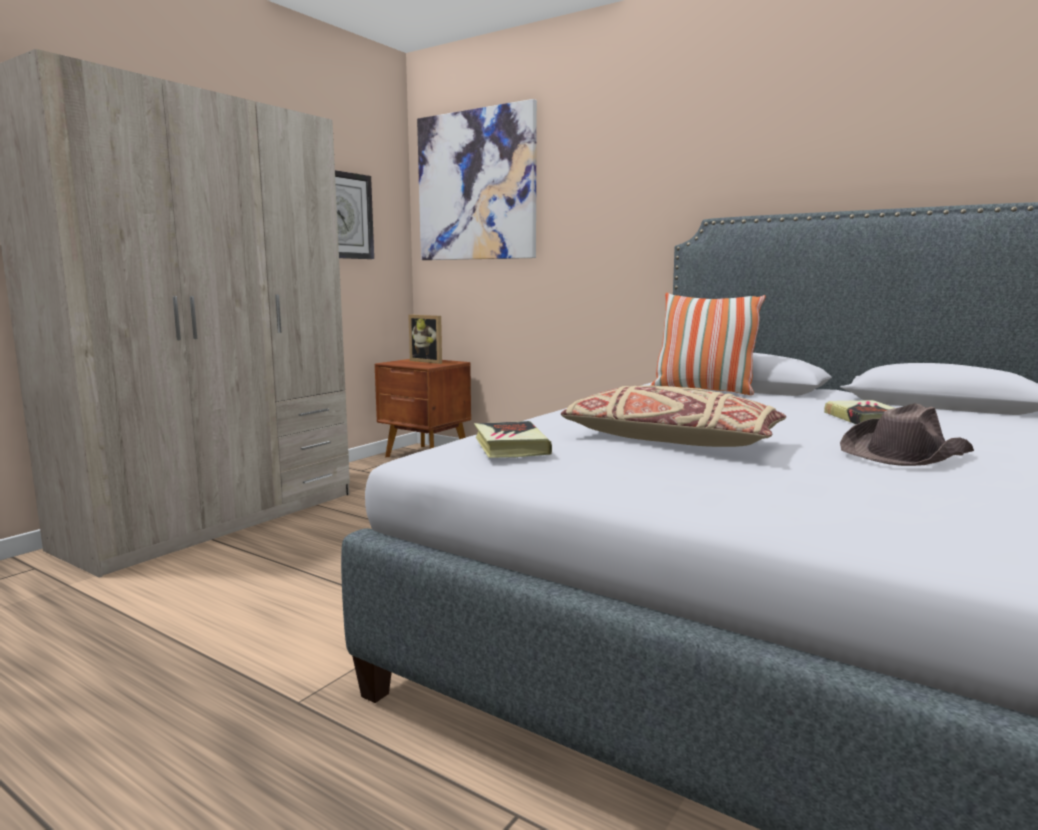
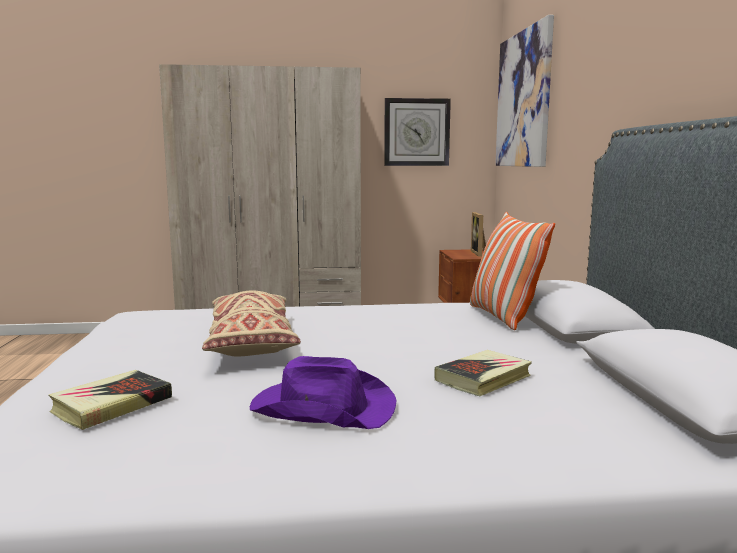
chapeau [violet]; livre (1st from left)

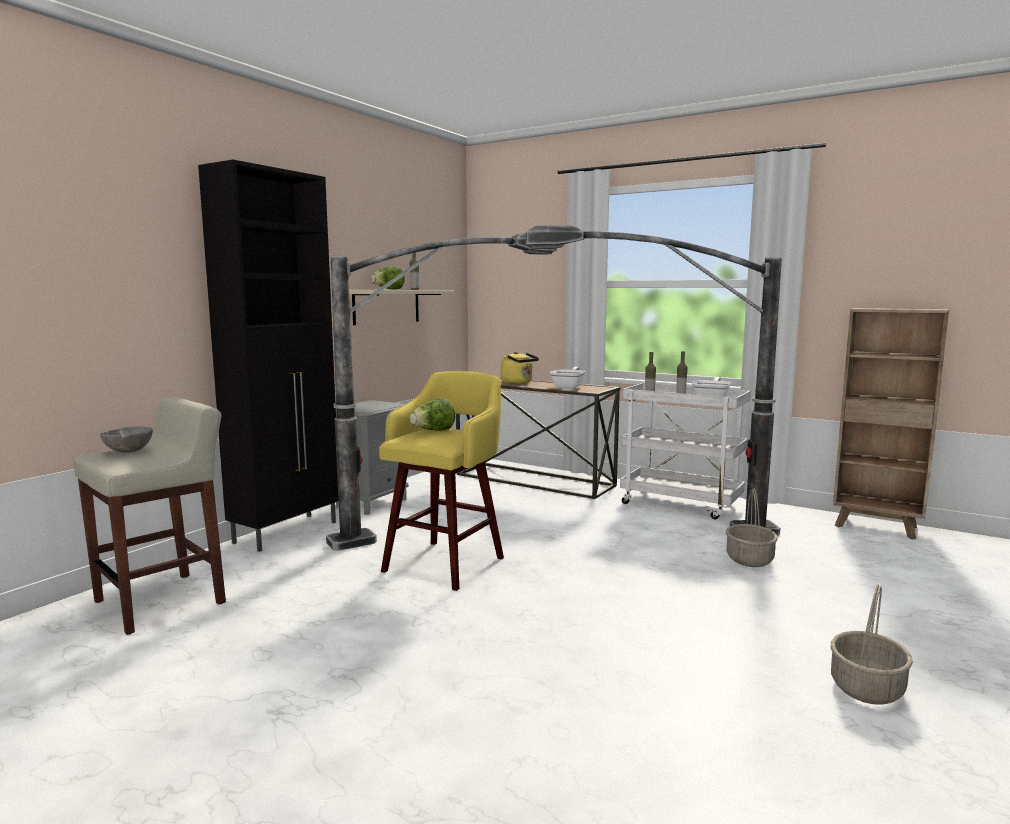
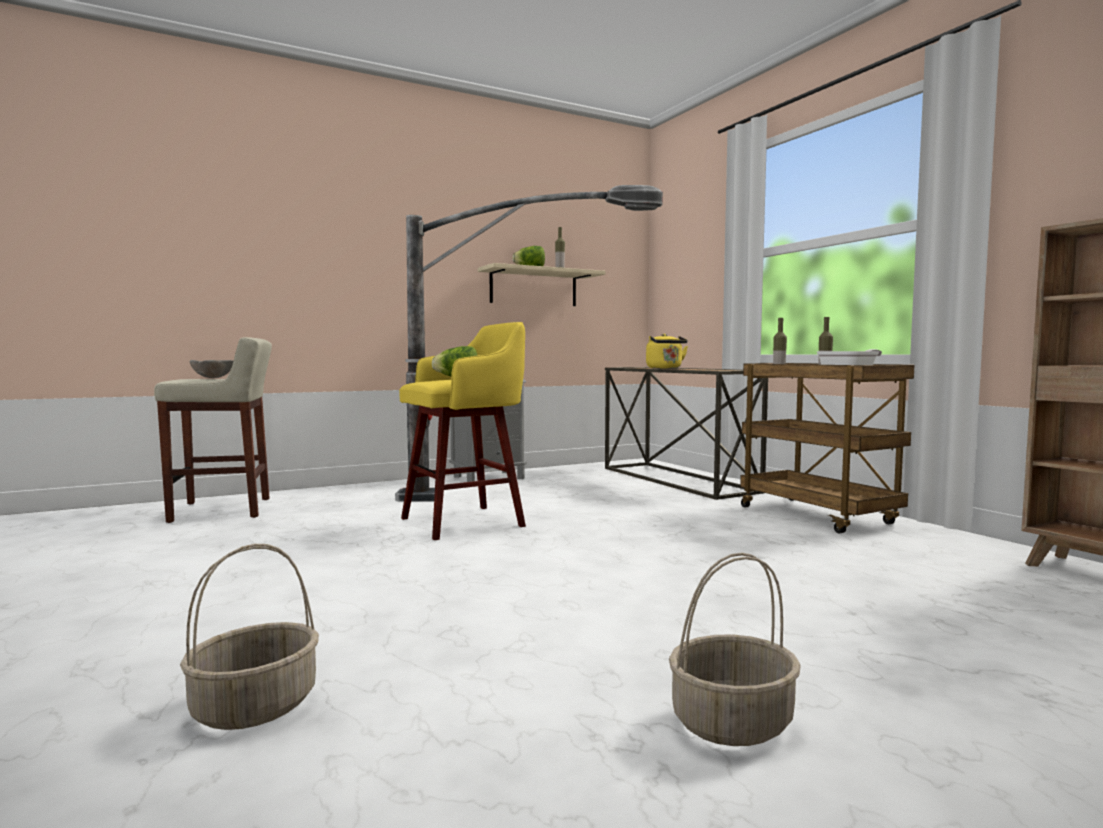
meuble de rangement [noir]; lampadaire (2nd from left in the first image); poêle (1st from left in the first image); chariot [marron]; panier (1st from left)

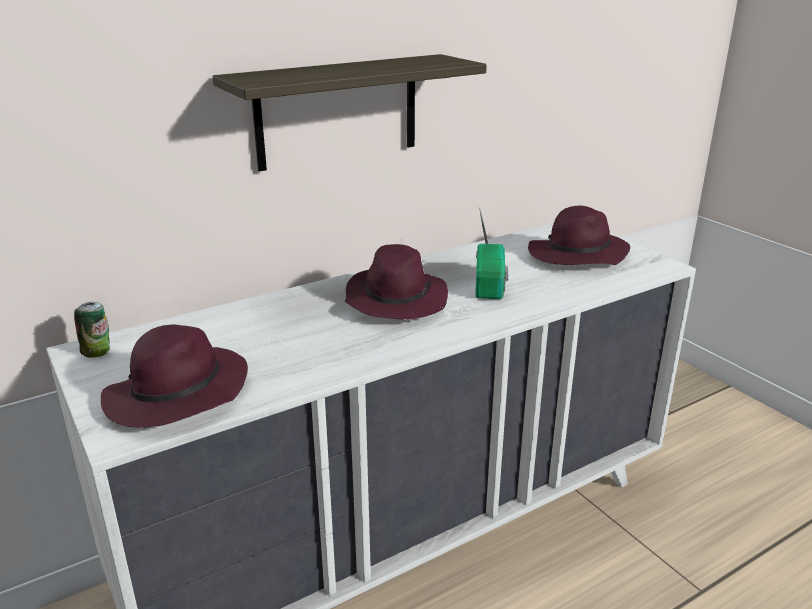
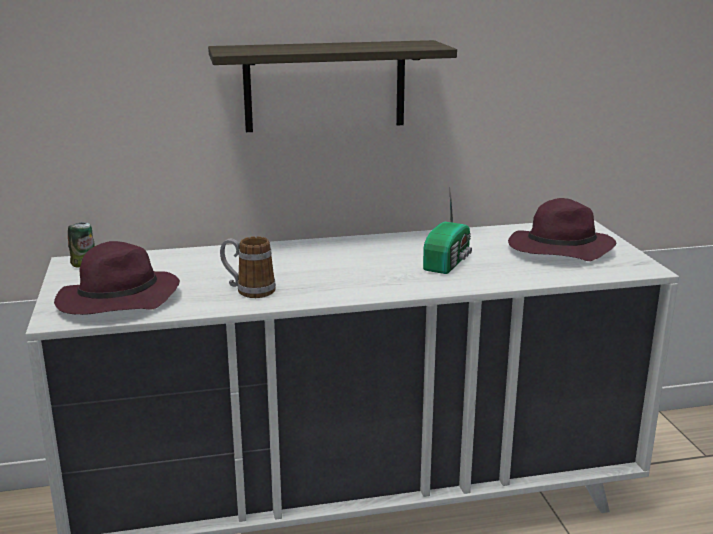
chapeau [violet] (2nd from left in the first image); mug

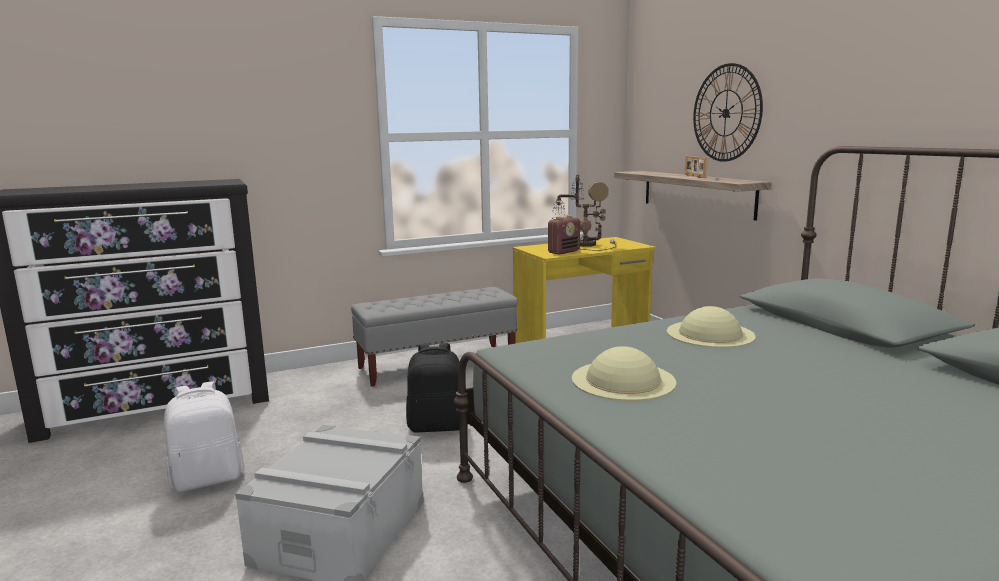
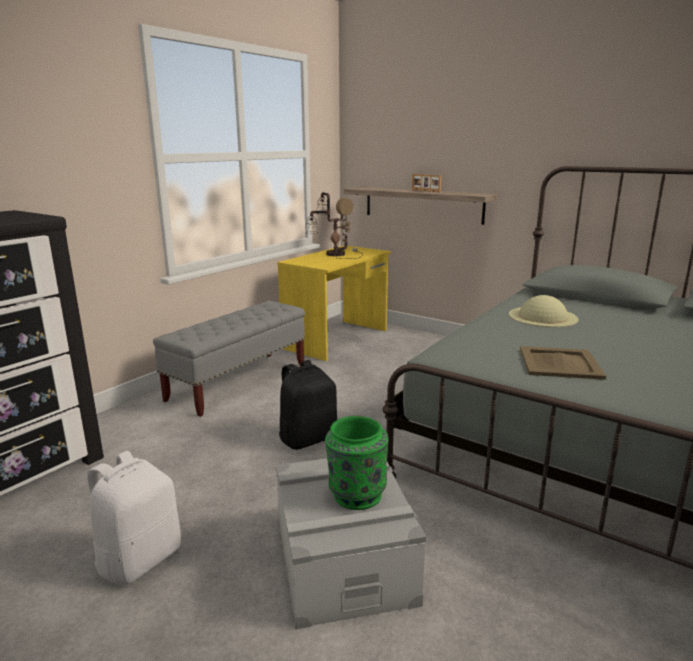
horloge murale; radio; plateau [beige]; vase [vert]

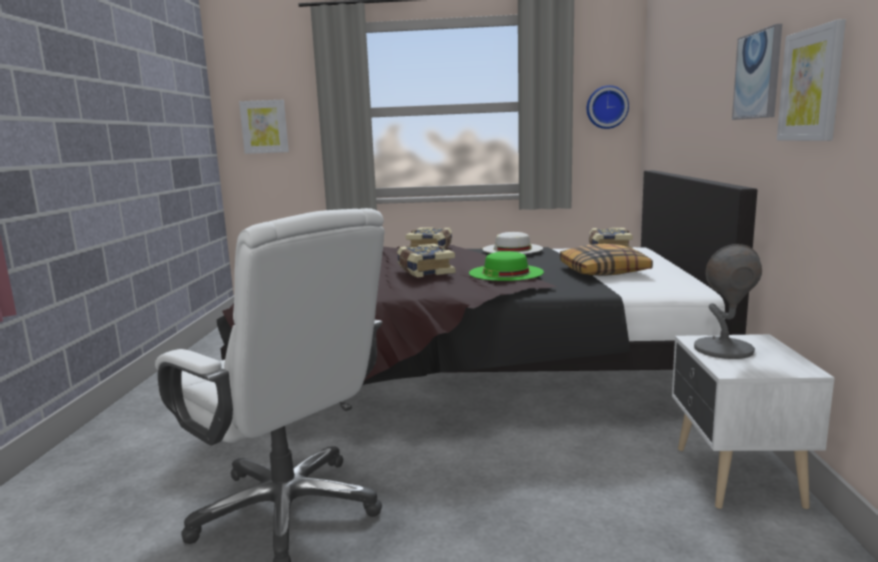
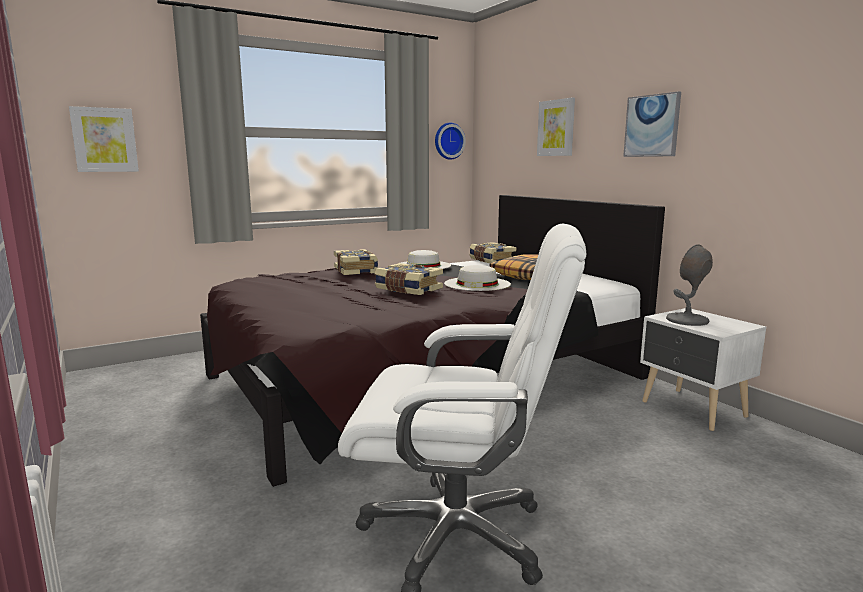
tableau (2nd from left); chapeau [blanc] (2nd from left)

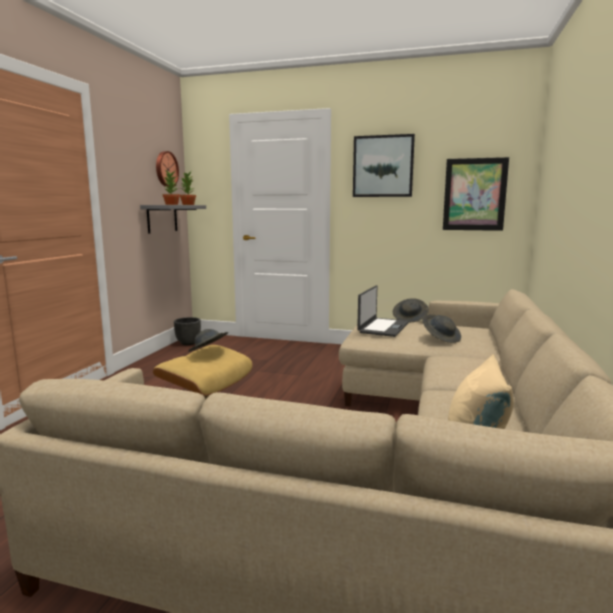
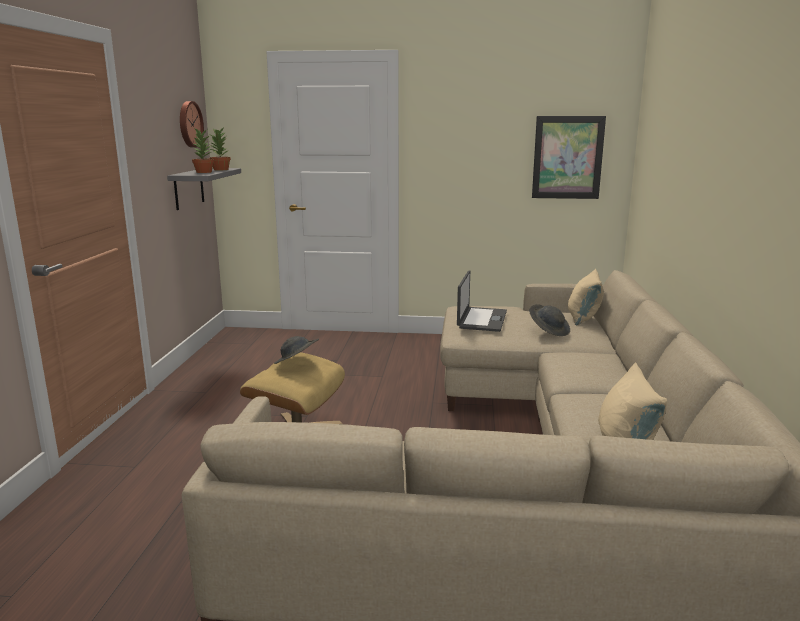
tableau (1st from left in the first image); chapeau [gris] (2nd from left in the first image); cache-pot [noir]; coussin [beige] (1st from left)

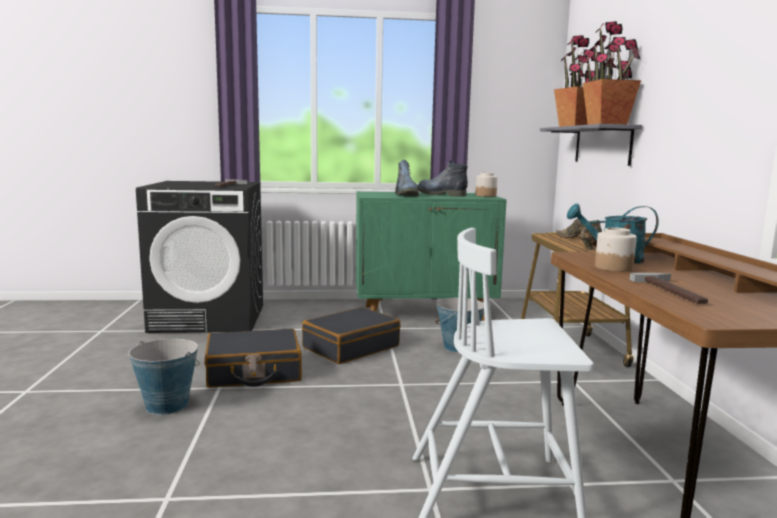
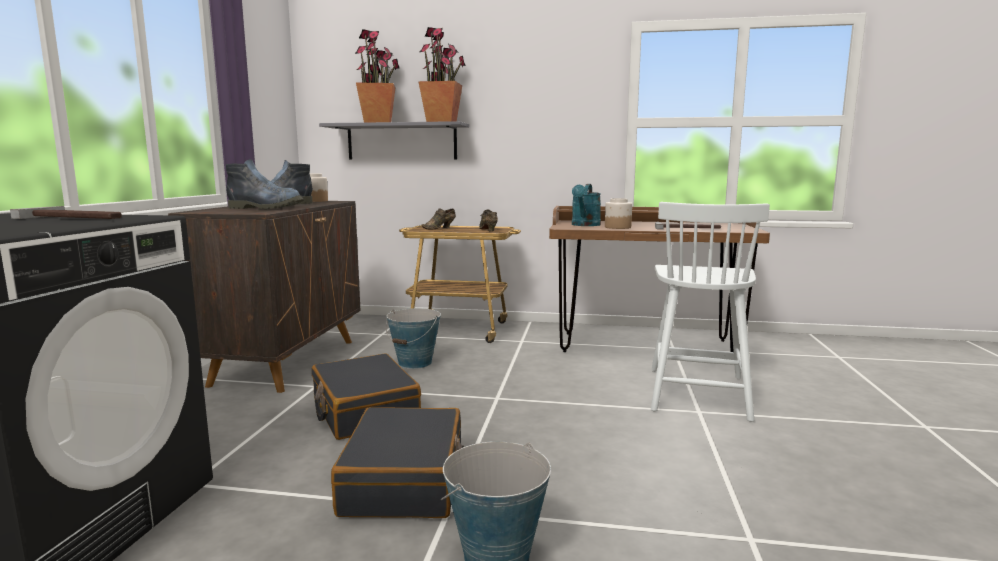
meuble de rangement [marron]

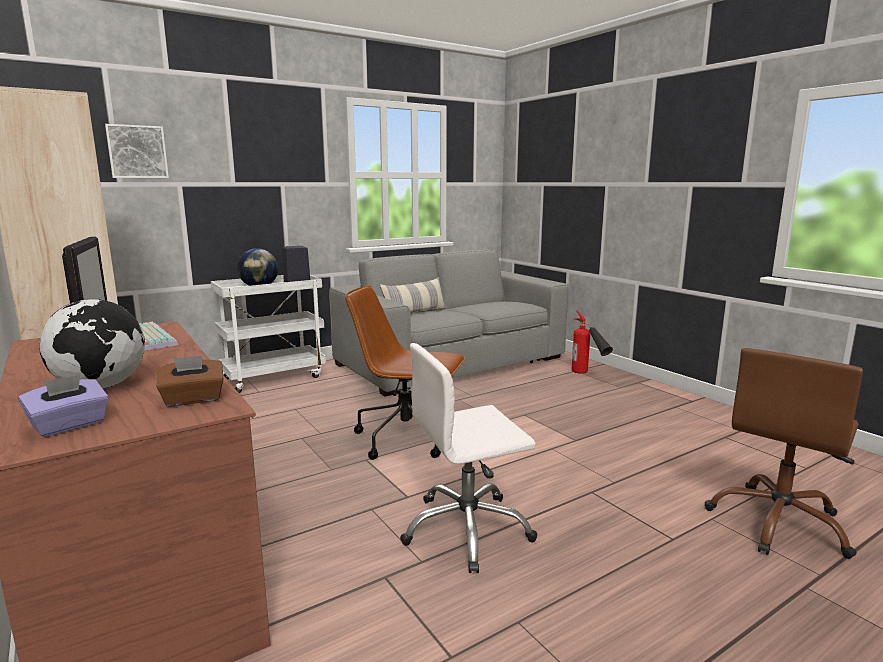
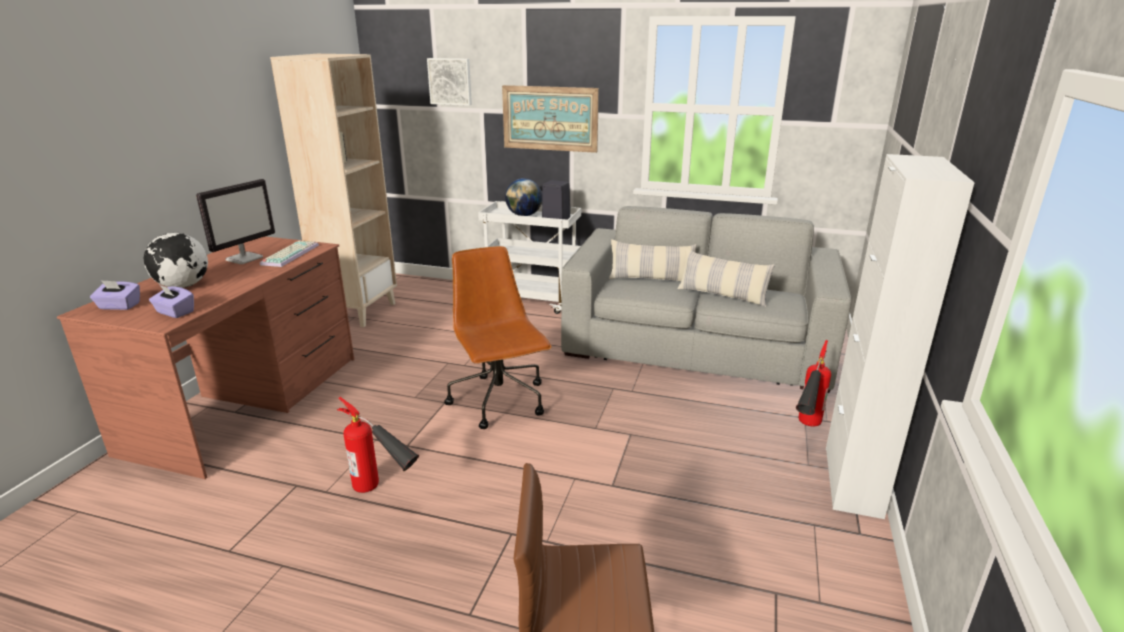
extincteur (1st from left); boîte à mouchoirs [violet] (2nd from left); tableau (2nd from left); meuble de rangement [blanc]; coussin (2nd from left)

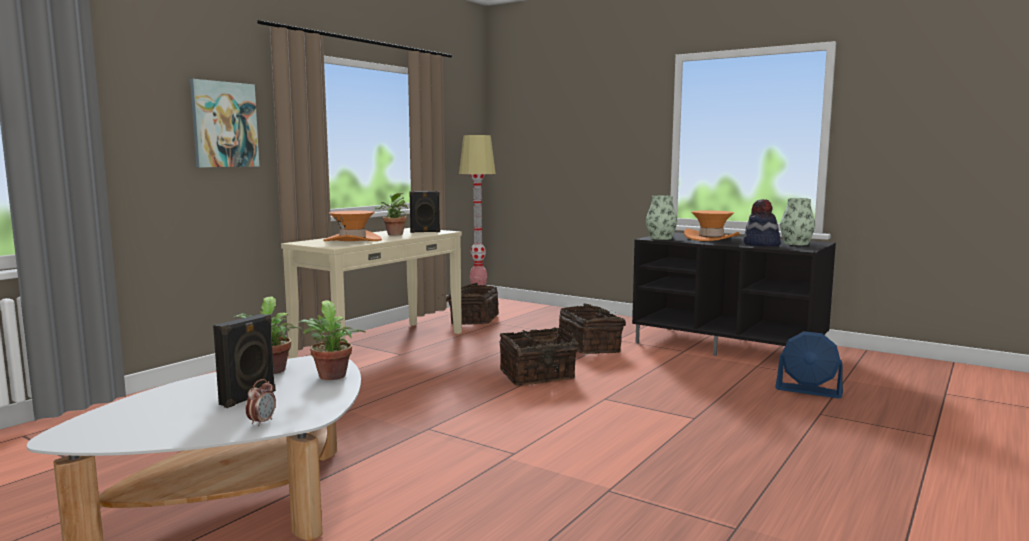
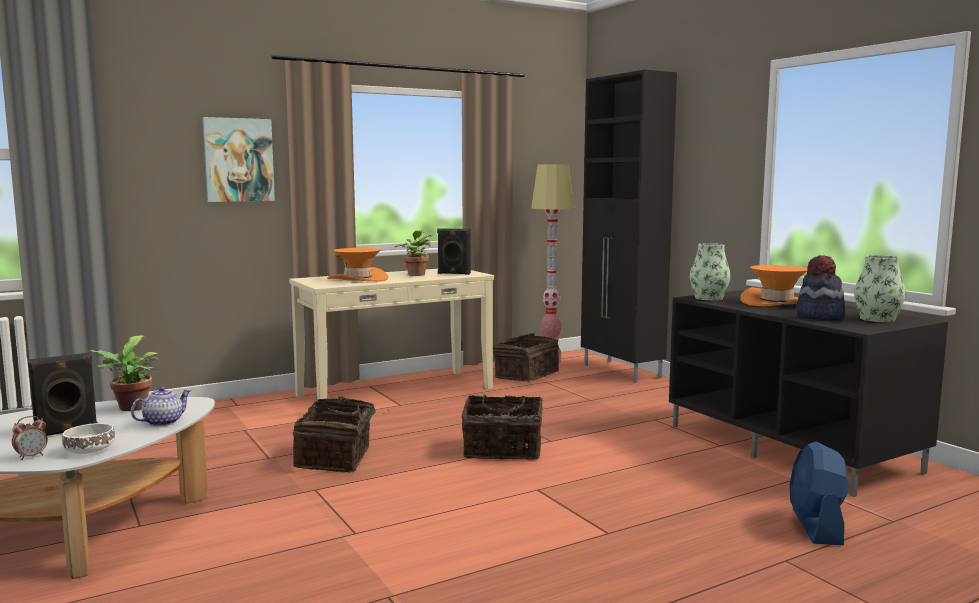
théière; panier (1st from left); ventilateur [bleu]; meuble de rangement [noir]; bol [blanc]

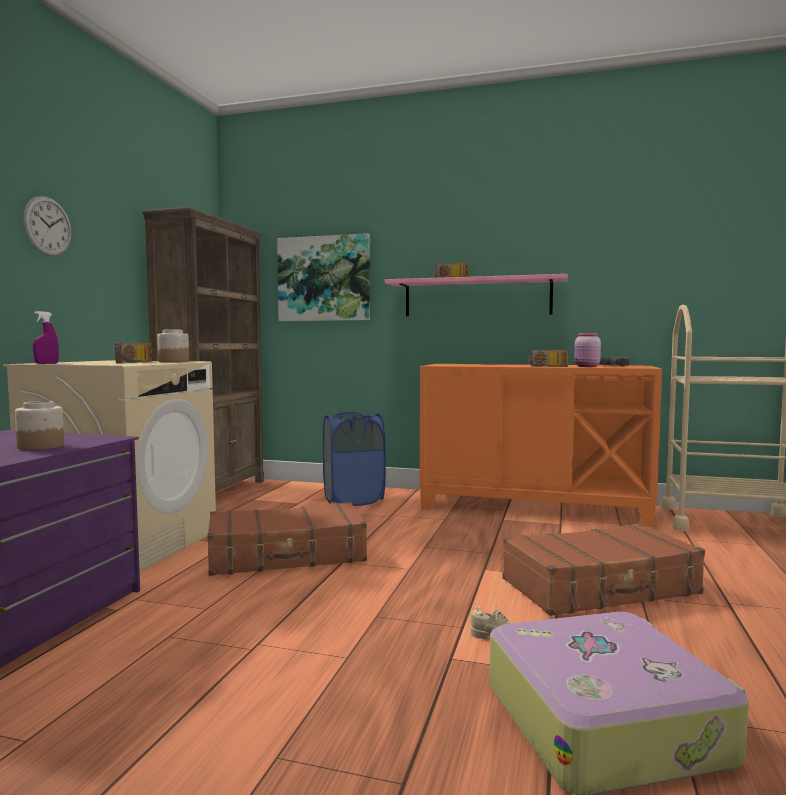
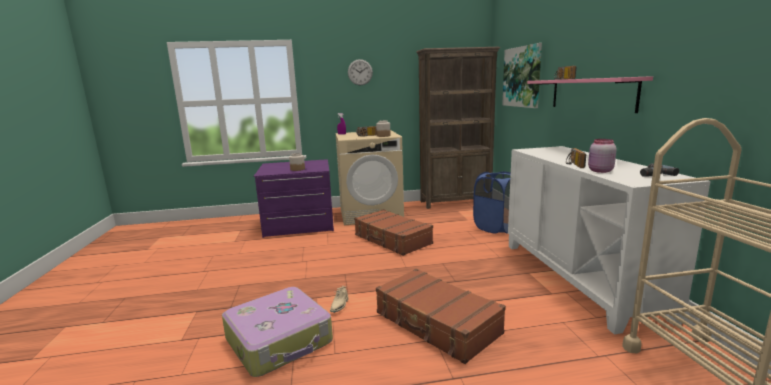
meuble de rangement [blanc]

